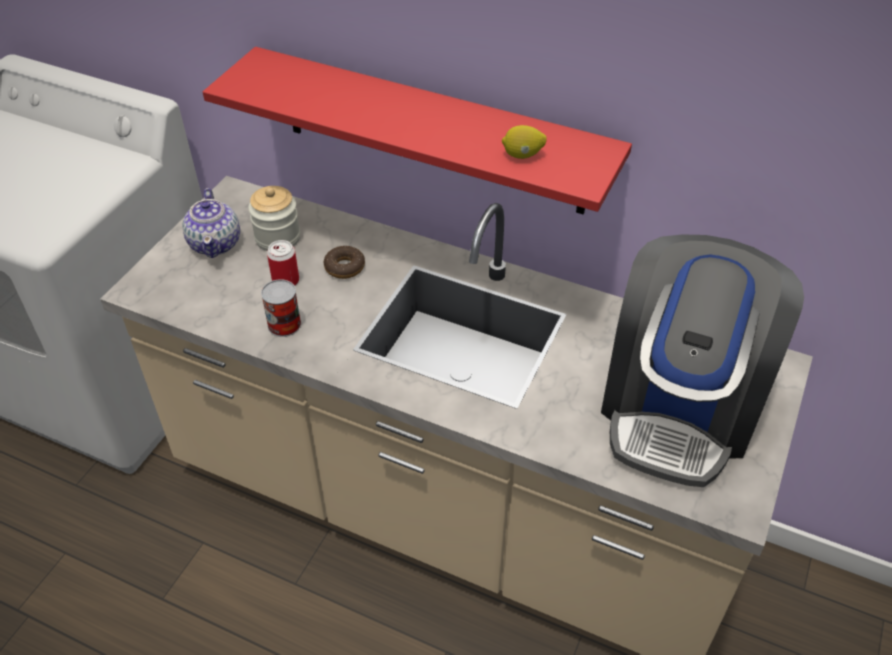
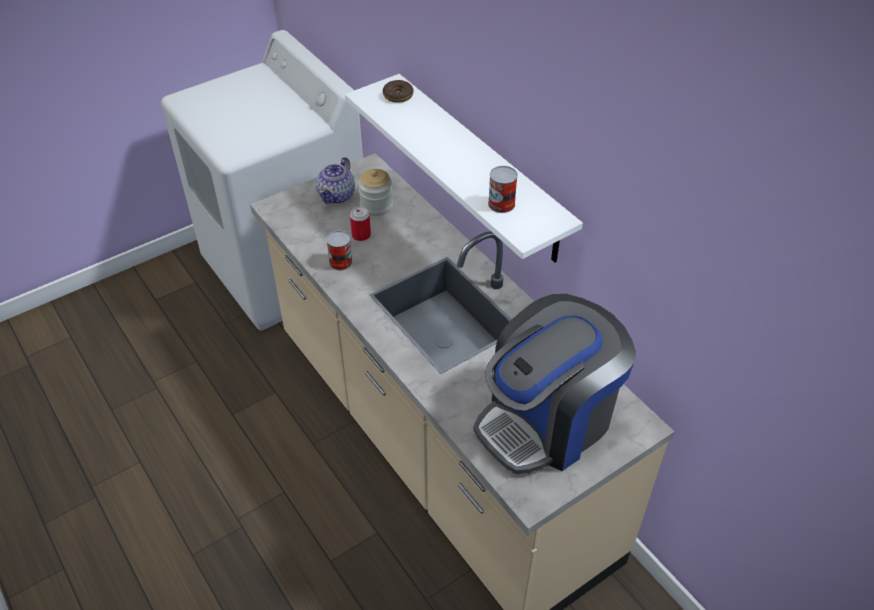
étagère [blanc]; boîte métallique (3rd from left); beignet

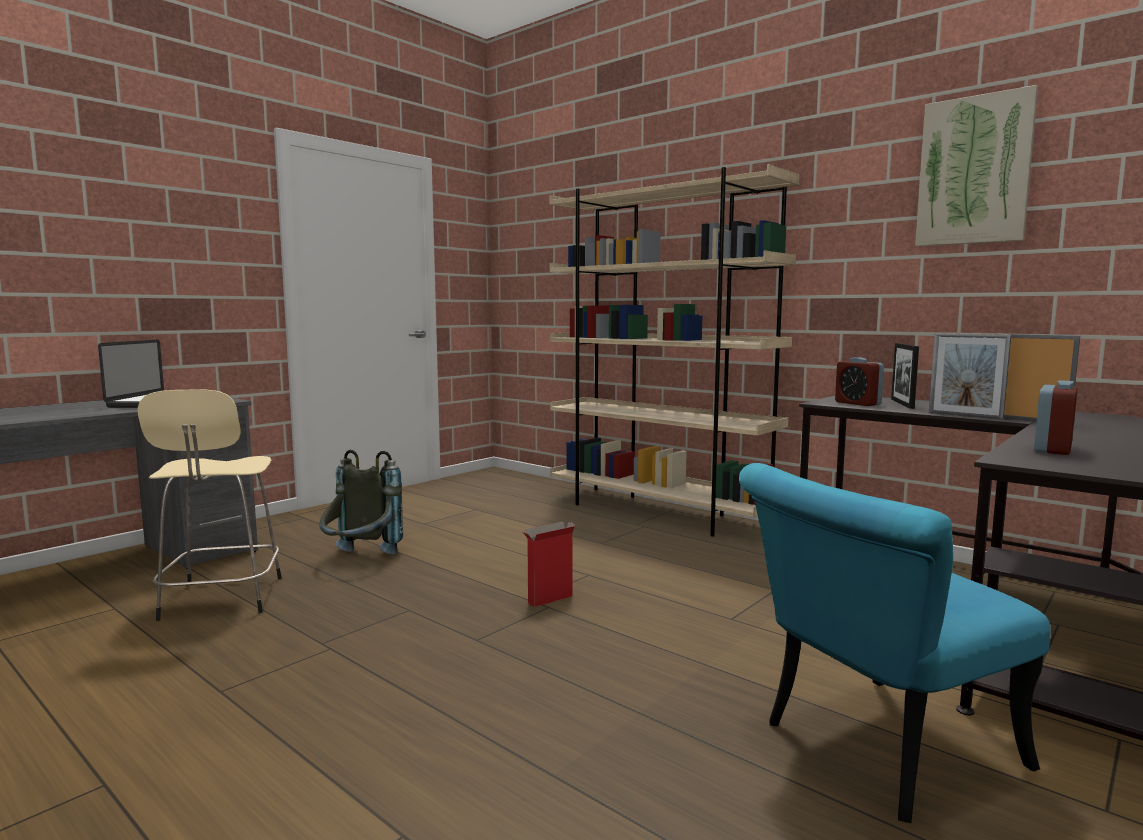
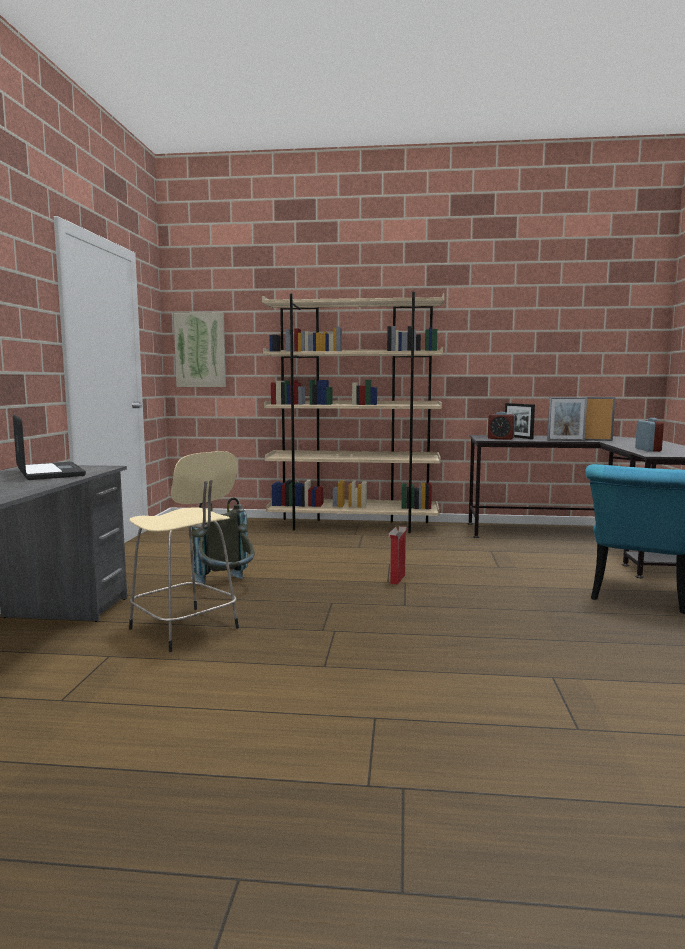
tableau

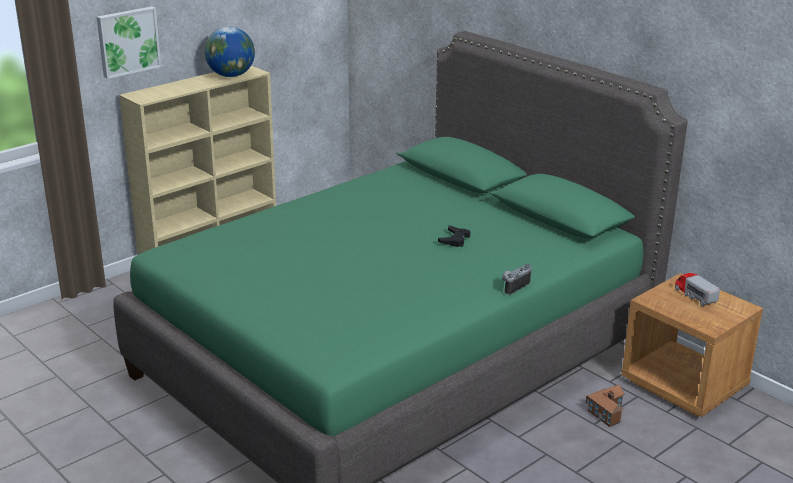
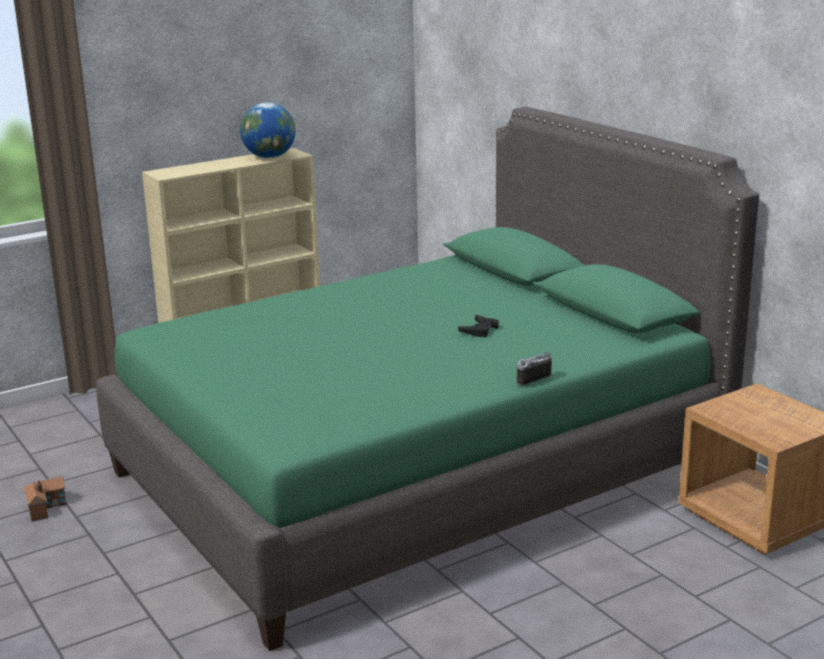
tableau; camion jouet; maison miniature

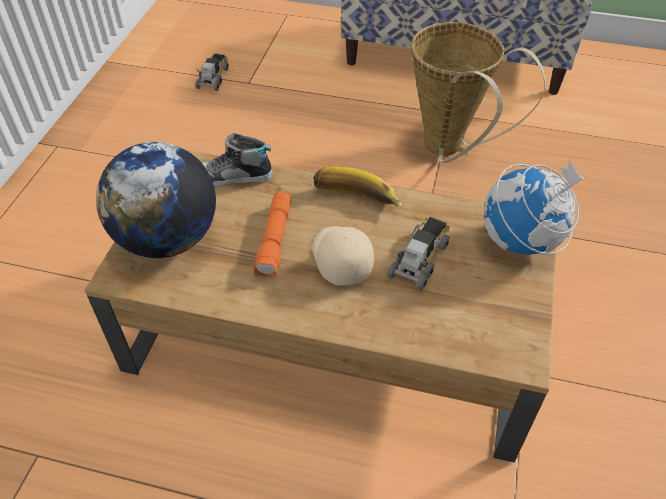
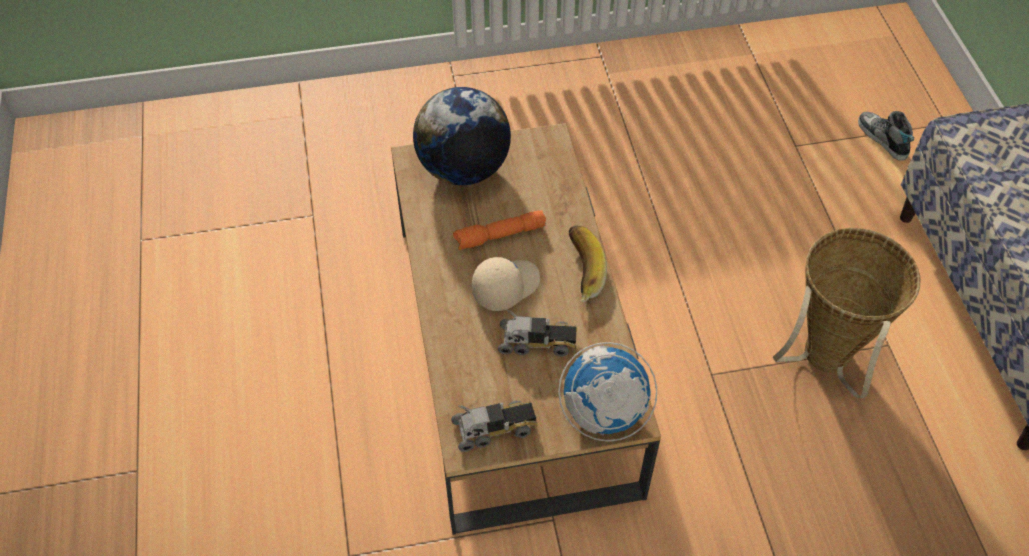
camion jouet (1st from left); chaussure

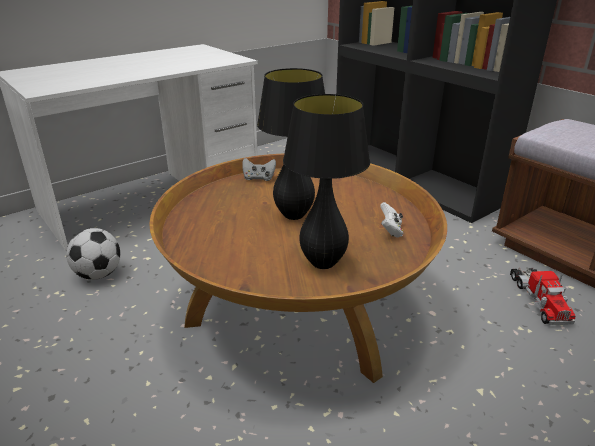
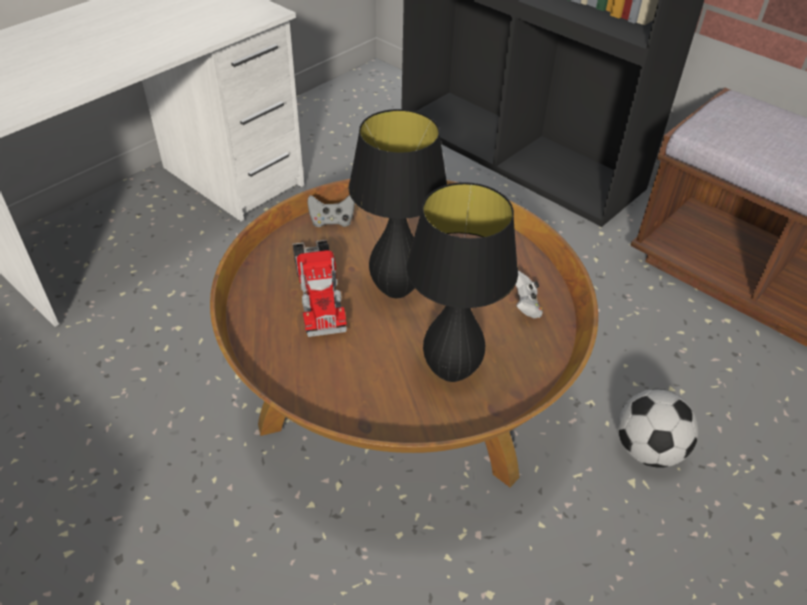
ballon de foot; camion jouet

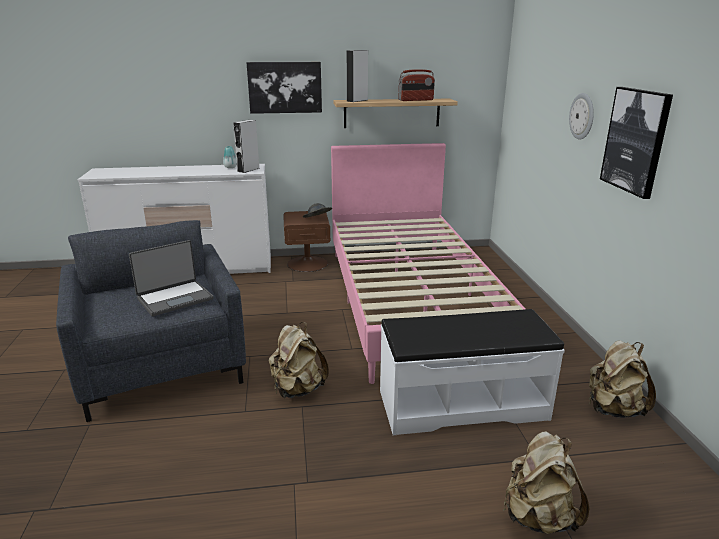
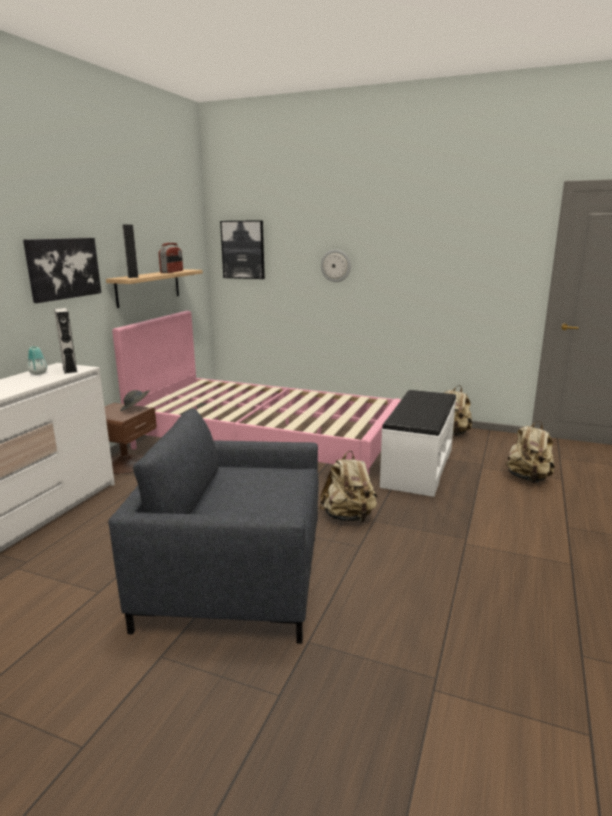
tableau (2nd from left); ordinateur portable

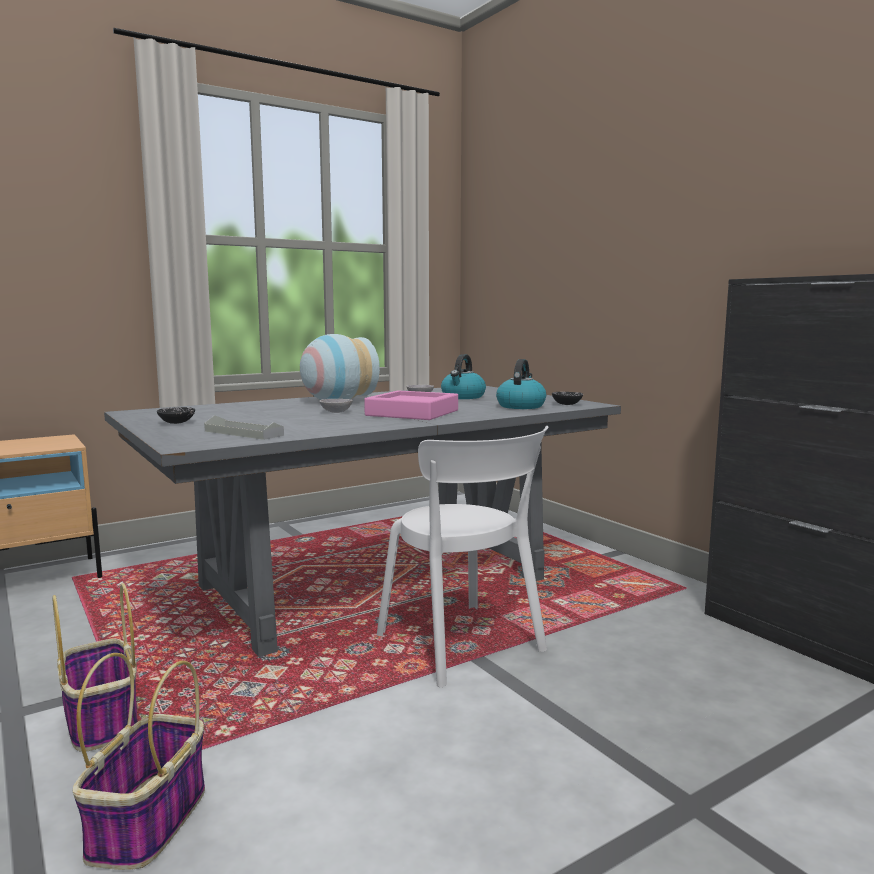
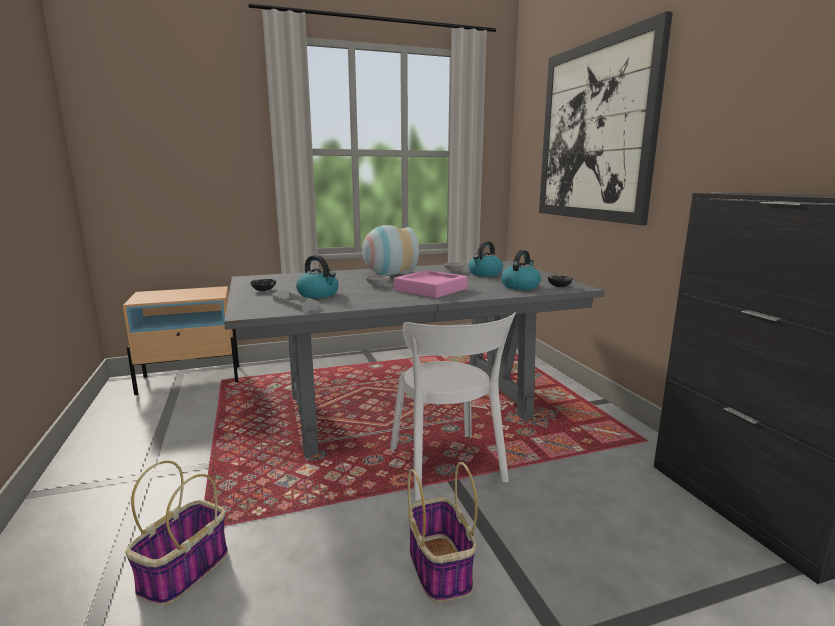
panier (2nd from left); tableau; bouilloire (1st from left)

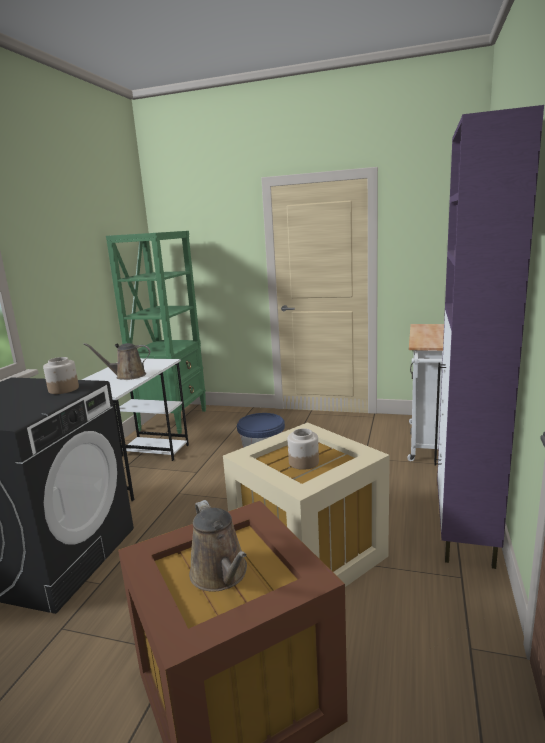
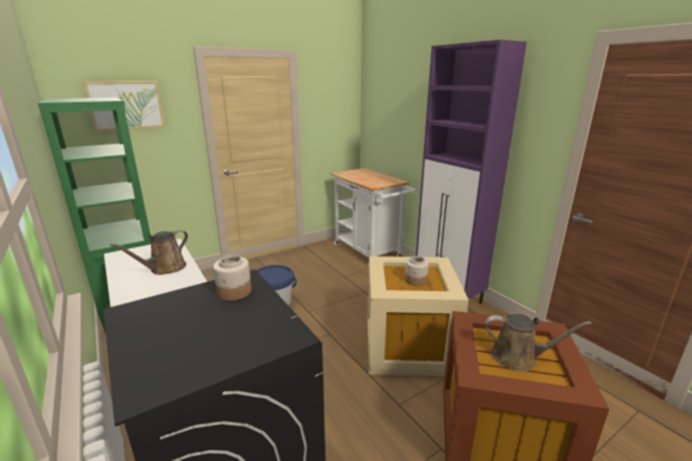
tableau

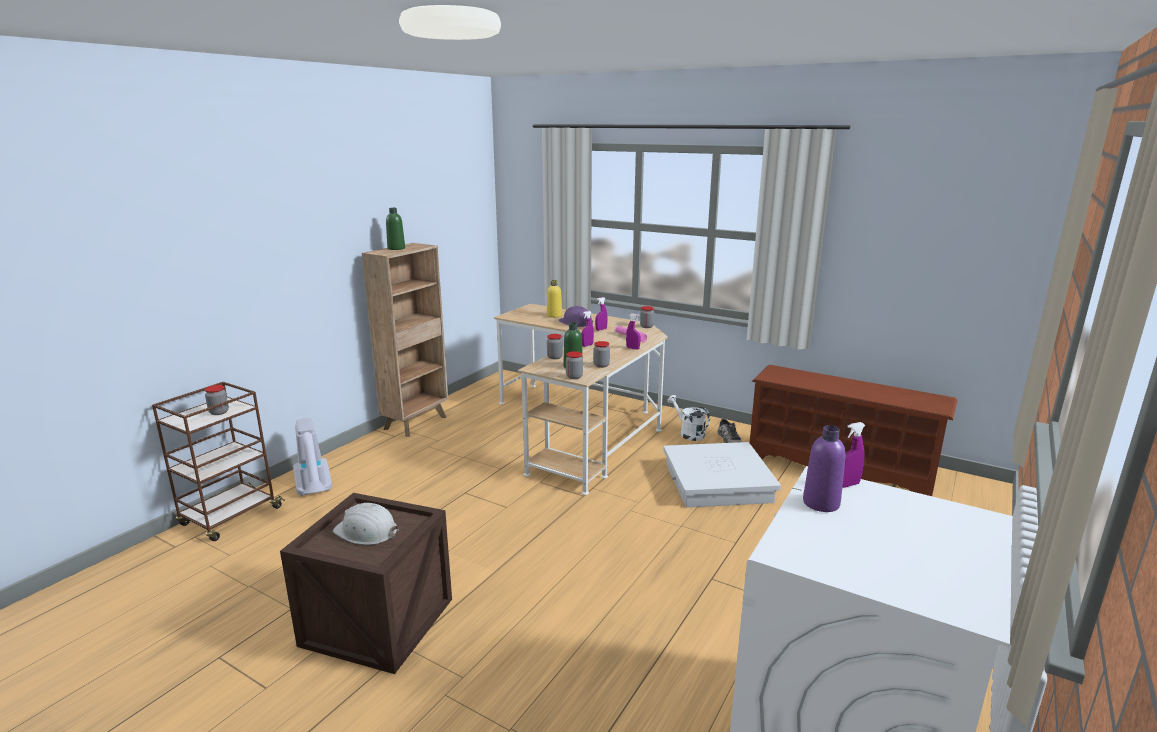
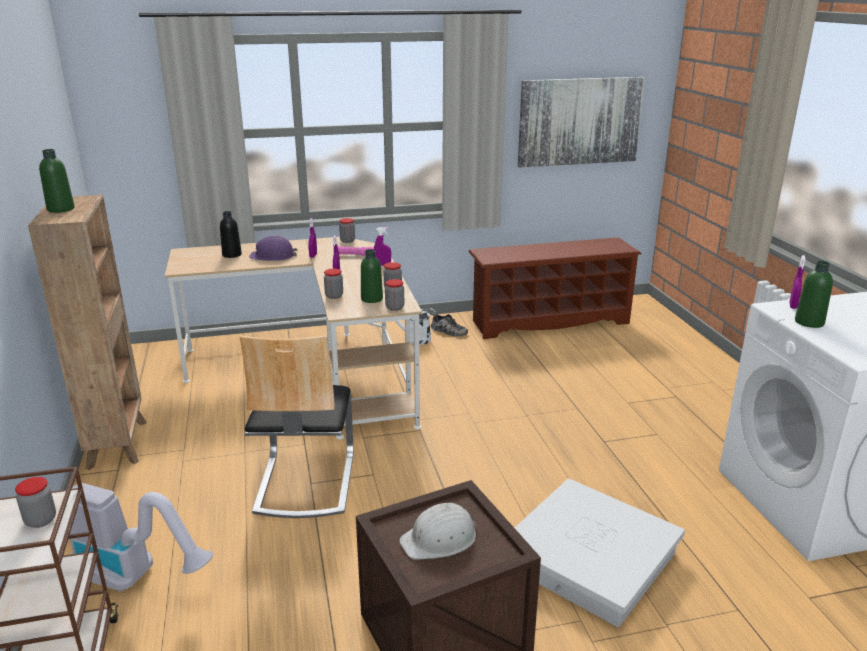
bouteille [noir]; bouteille [vert] (3rd from left); boîte de rangement [blanc]; tableau; chaise

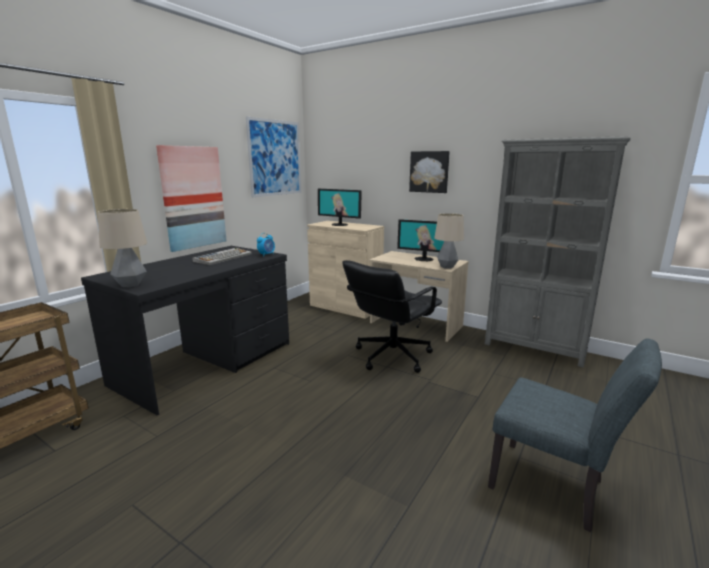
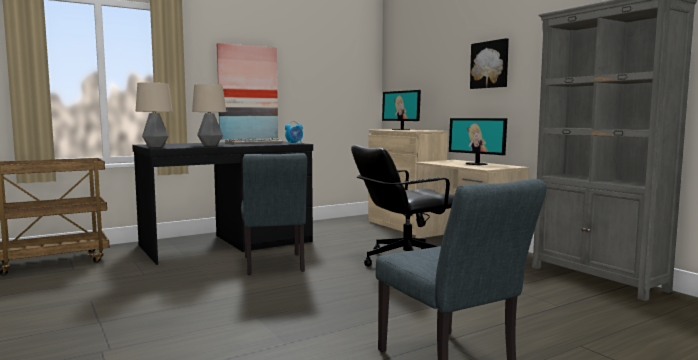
tableau (2nd from left in the first image); lampe de table (2nd from left); chaise [gris] (1st from left)

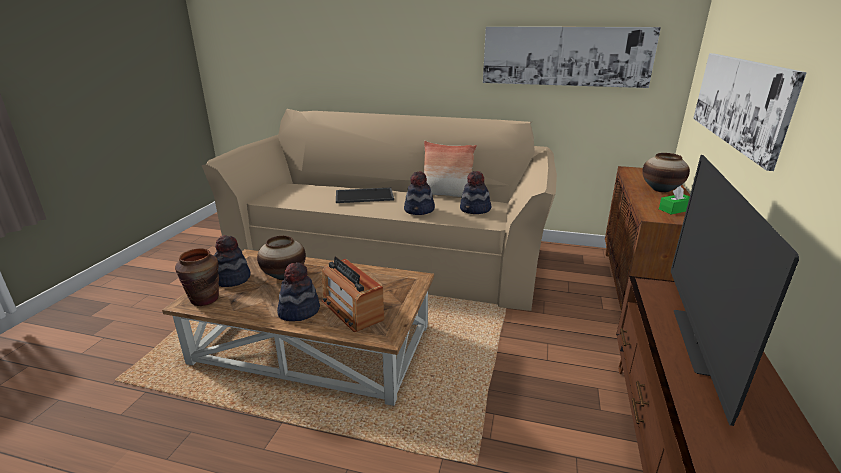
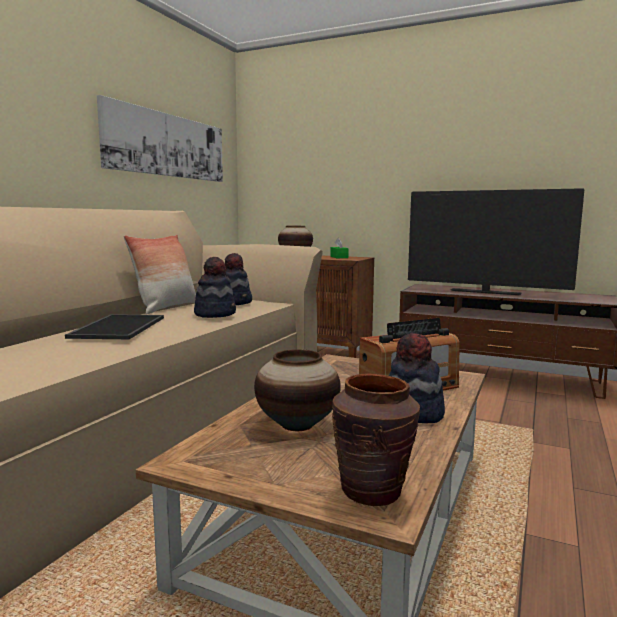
tableau (2nd from left in the first image); chapeau (1st from left in the first image)

